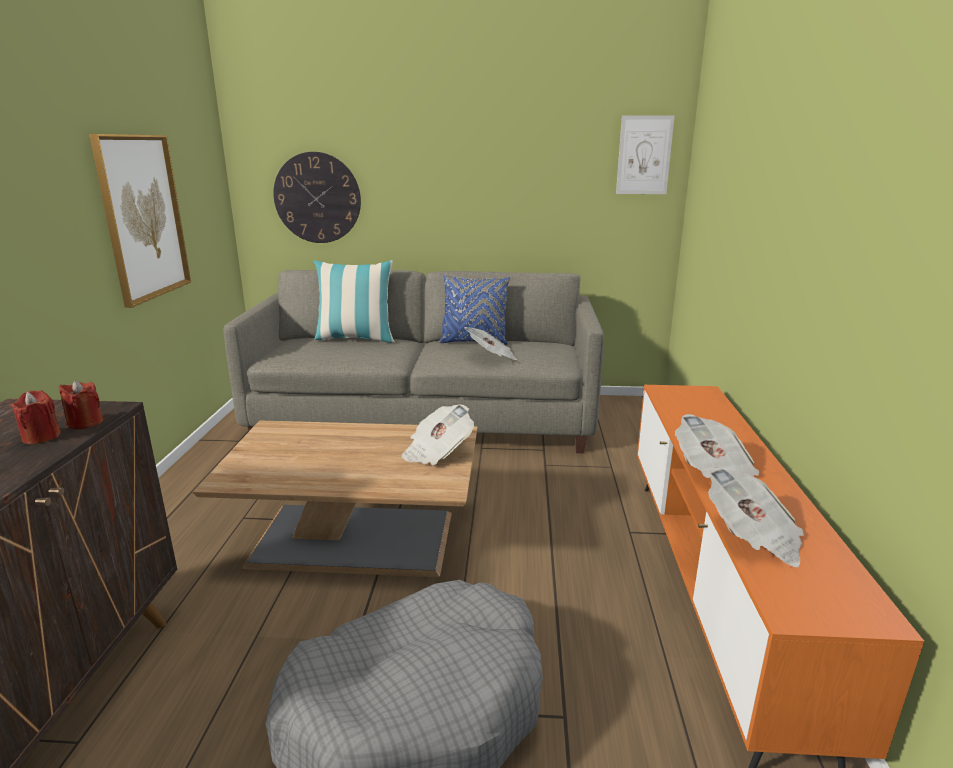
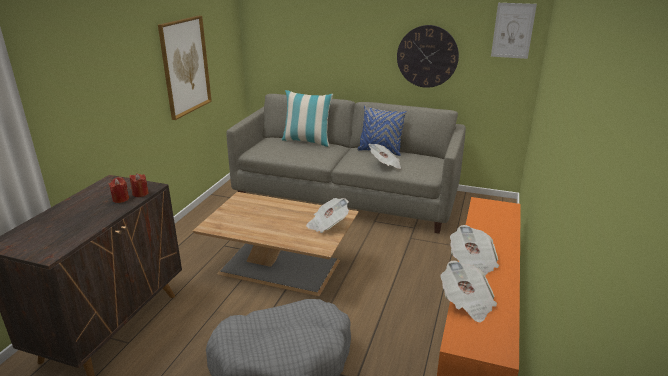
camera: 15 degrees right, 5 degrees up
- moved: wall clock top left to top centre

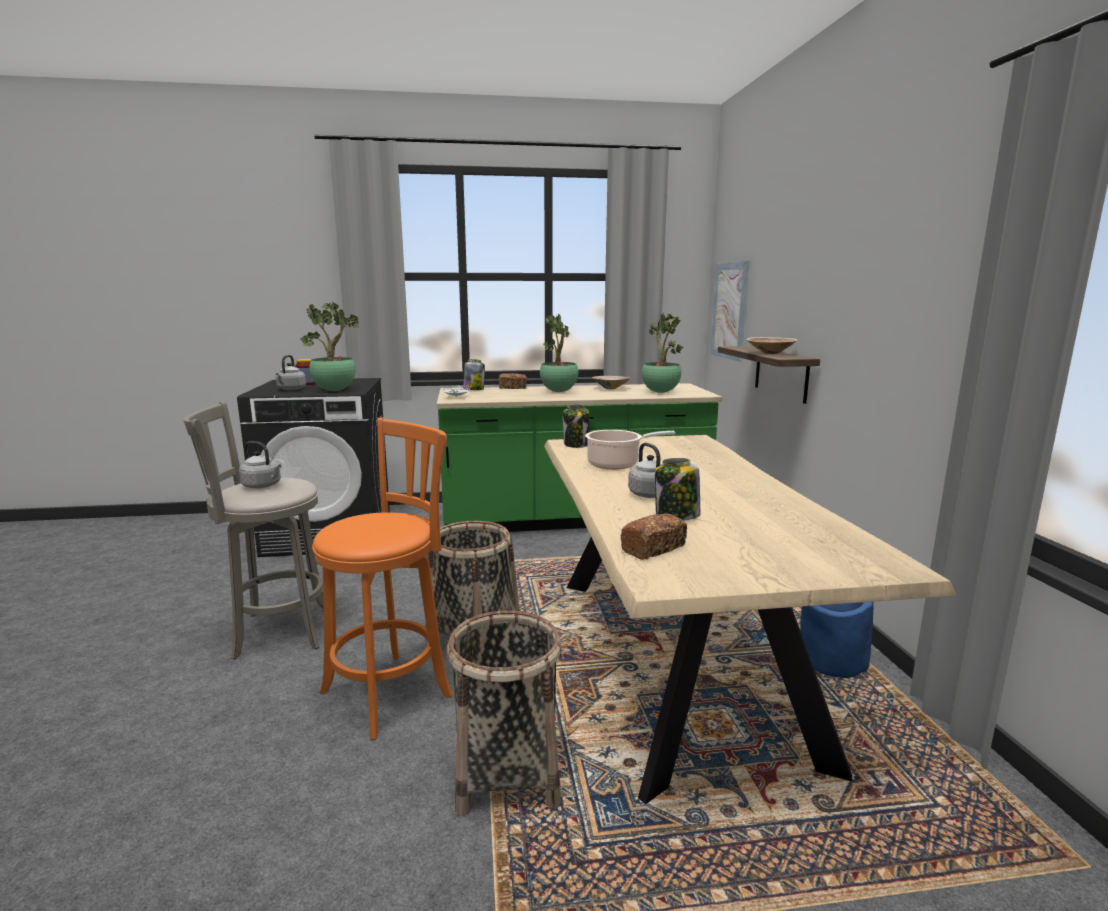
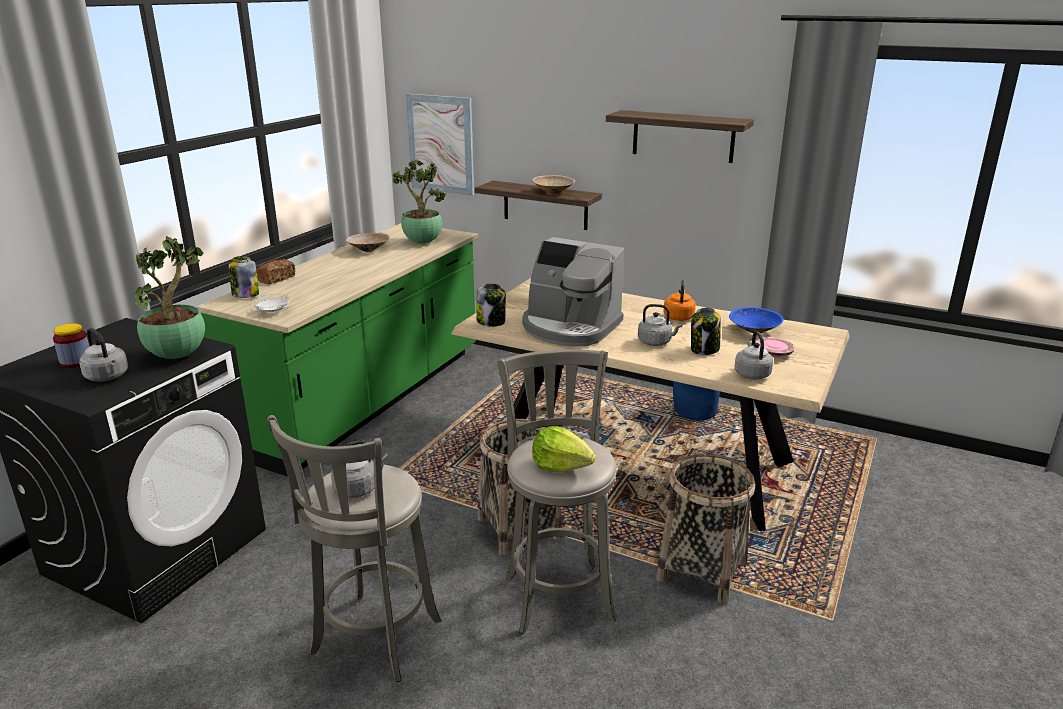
camera: 55 degrees left, 10 degrees up
- removed: potted plant (2nd from left) centre
- added: lettuce centre
- added: shelf (2nd from left) top centre
- added: orange kettle centre
- added: blue bowl middle right
- added: pink plate middle right
- replaced: cooking pot centre to coffee machine centre
- replaced: bread (2nd from left) centre to grey kettle (4th from left) middle right
- recoloured: orange stool centre to grey stool (2nd from left) bottom centre

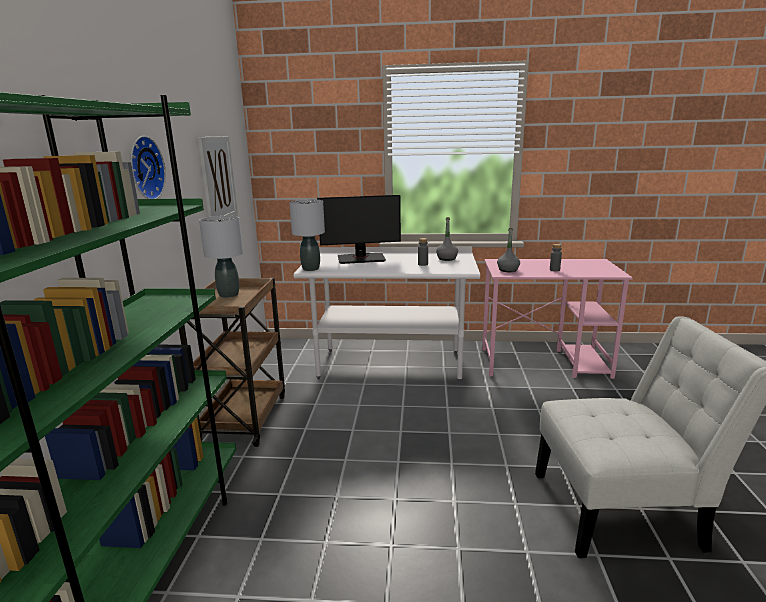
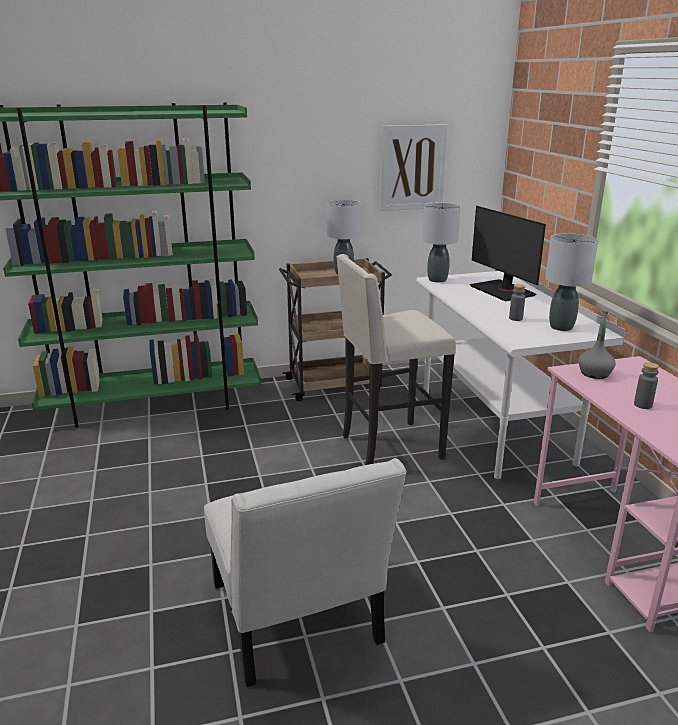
camera: 70 degrees right, 5 degrees up
- removed: wall clock top left
- added: beige stool centre
- replaced: grey bottle (2nd from left) centre to grey table lamp (3rd from left) middle right

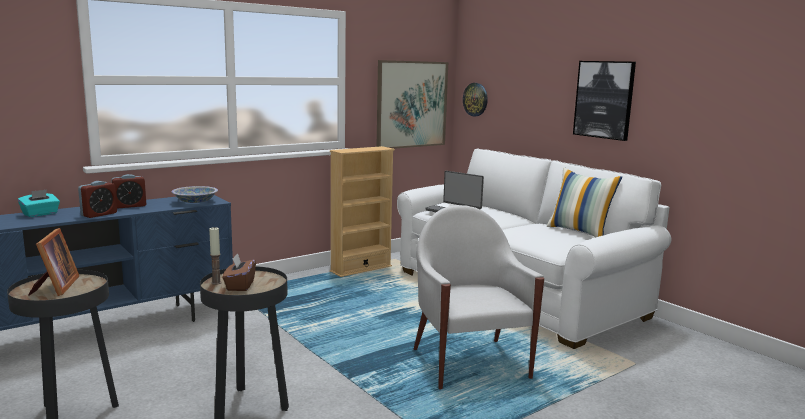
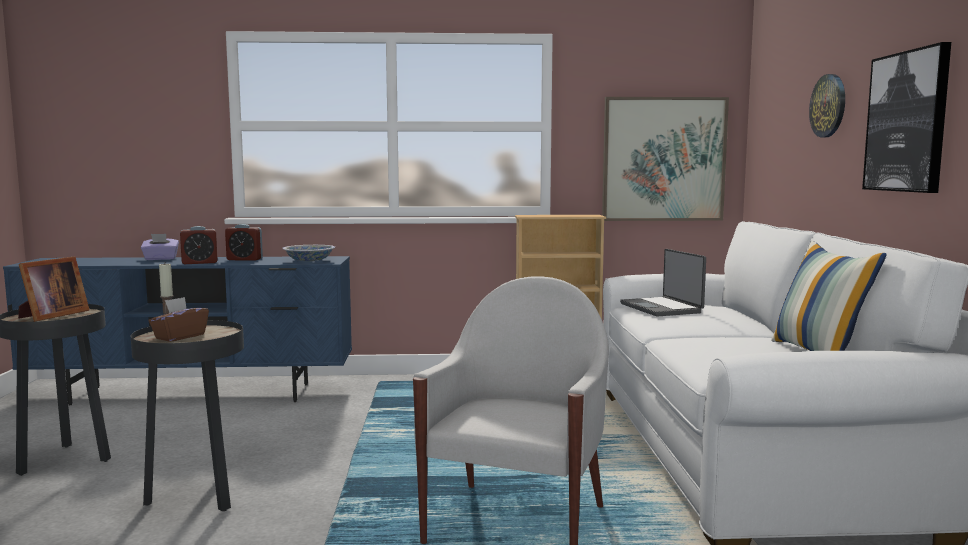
camera: 35 degrees right, 5 degrees down
- moved: wall clock top centre to top right
- recoloured: turquoise tissue box middle left to purple tissue box middle left

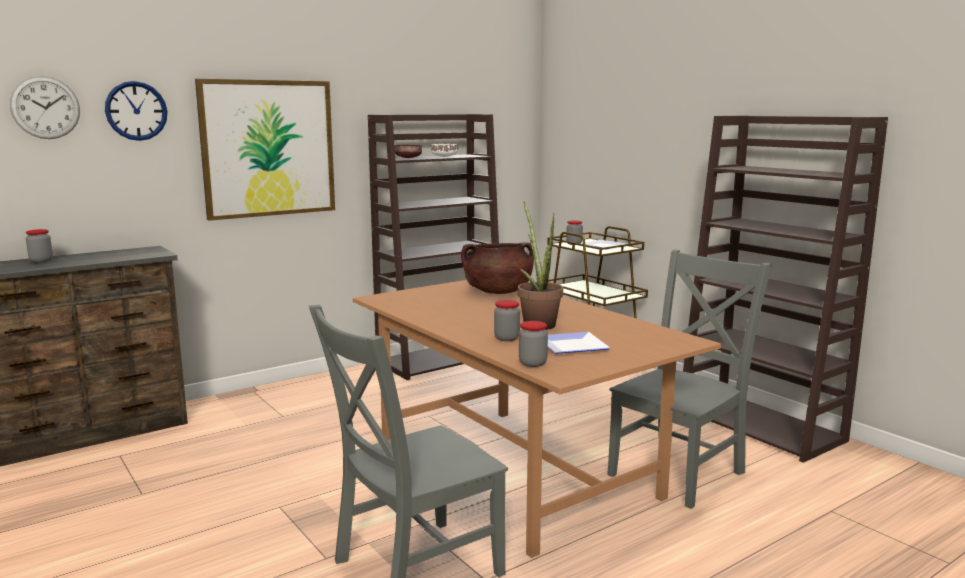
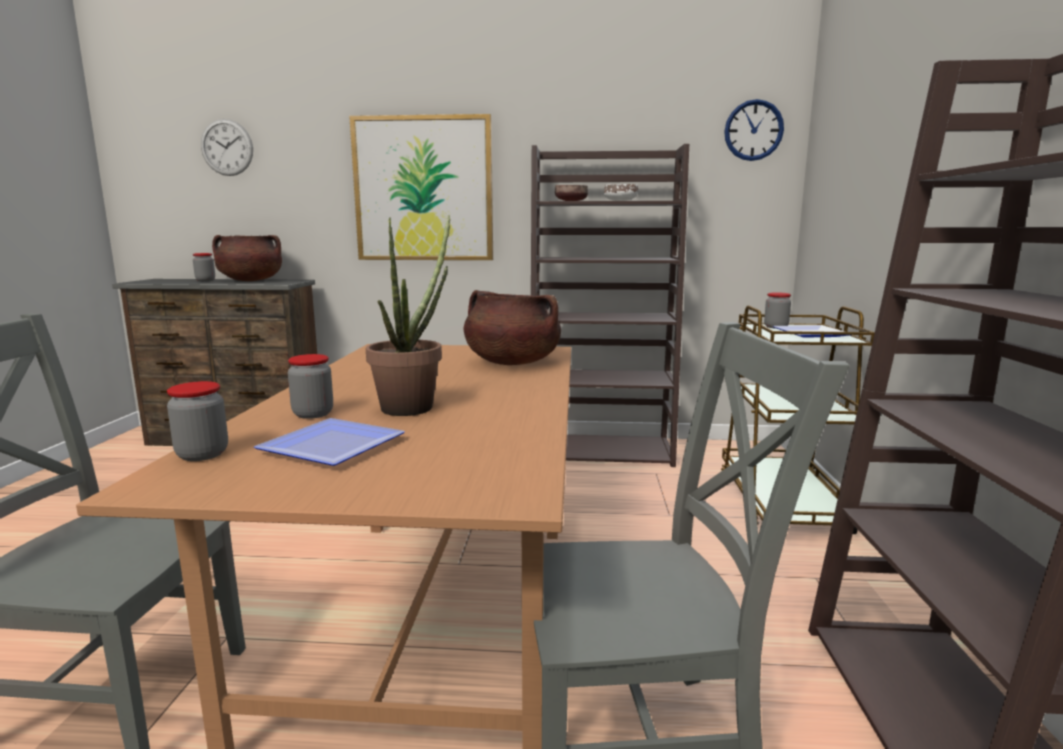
camera: 40 degrees right, 0 degrees up
- added: brown cooking pot (1st from left) middle left
- moved: wall clock (2nd from left) top left to top right

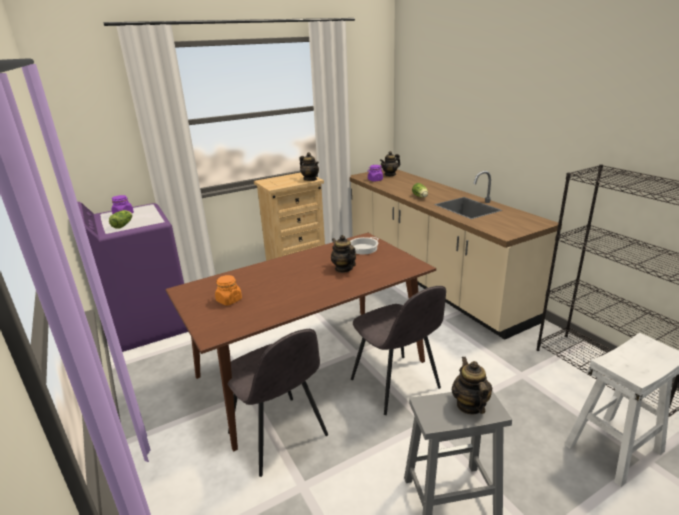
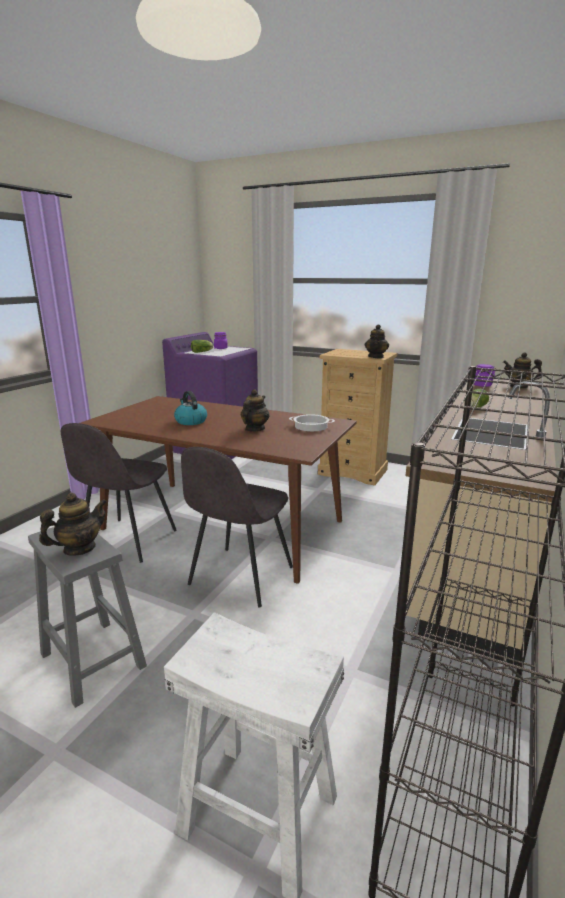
camera: 55 degrees right, 5 degrees down
- removed: orange jar centre
- added: kettle centre

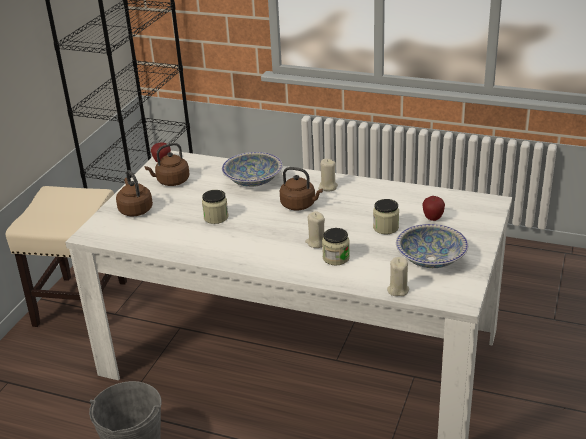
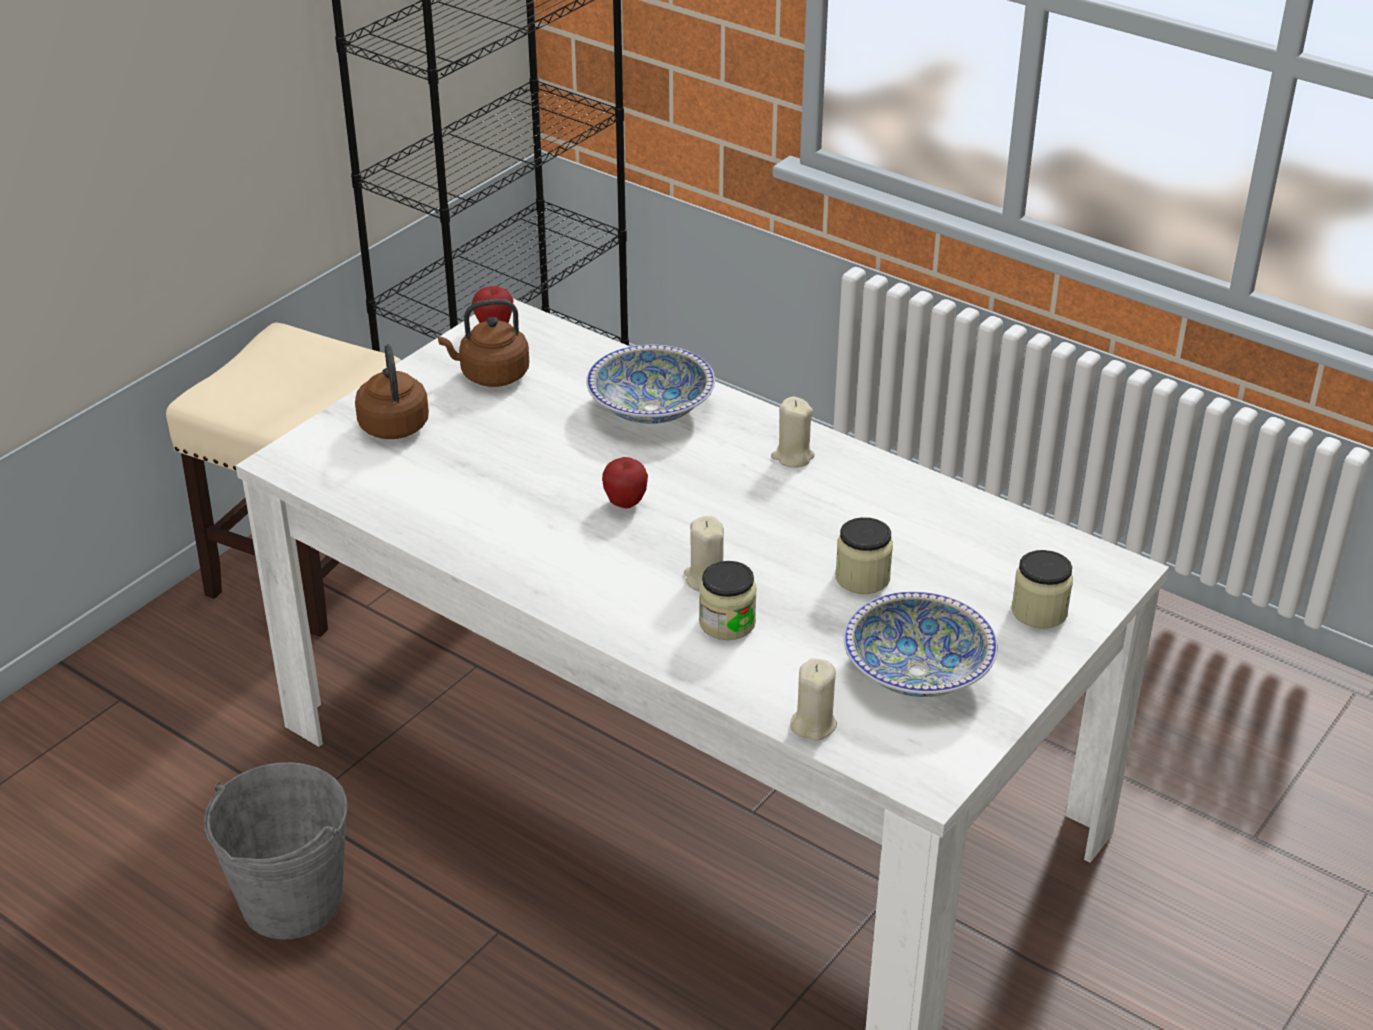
camera: 15 degrees right, 5 degrees up
- removed: brown kettle (3rd from left) centre
- moved: jar (1st from left in the first image) centre to jar (3rd from left) middle right
- moved: apple (2nd from left) middle right to centre

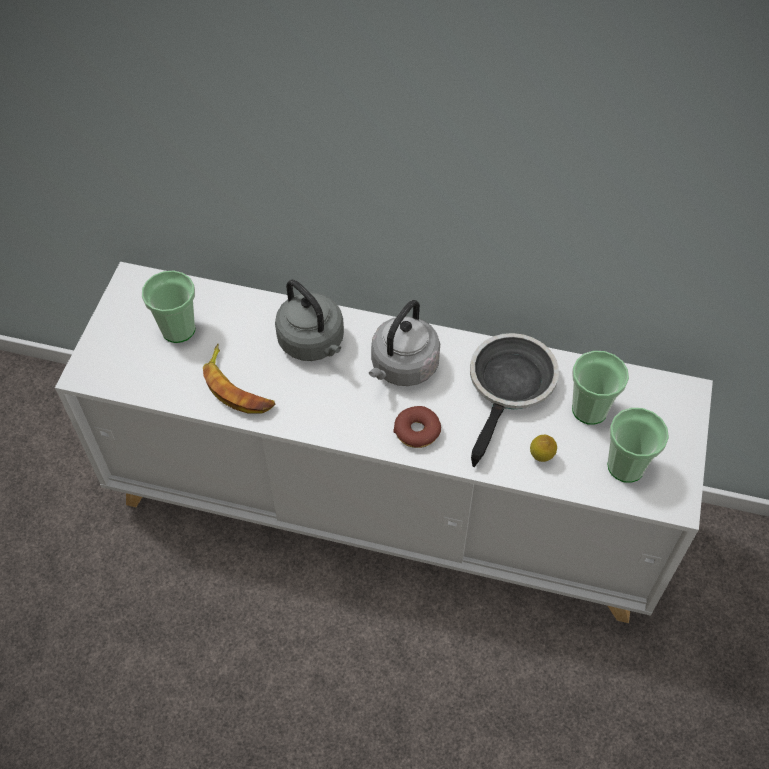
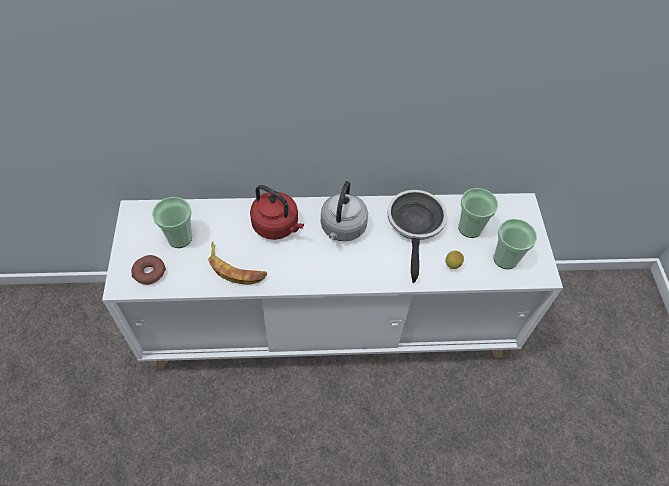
camera: 20 degrees left, 0 degrees up
- moved: donut centre to middle left
- recoloured: grey kettle (1st from left) centre to red kettle centre

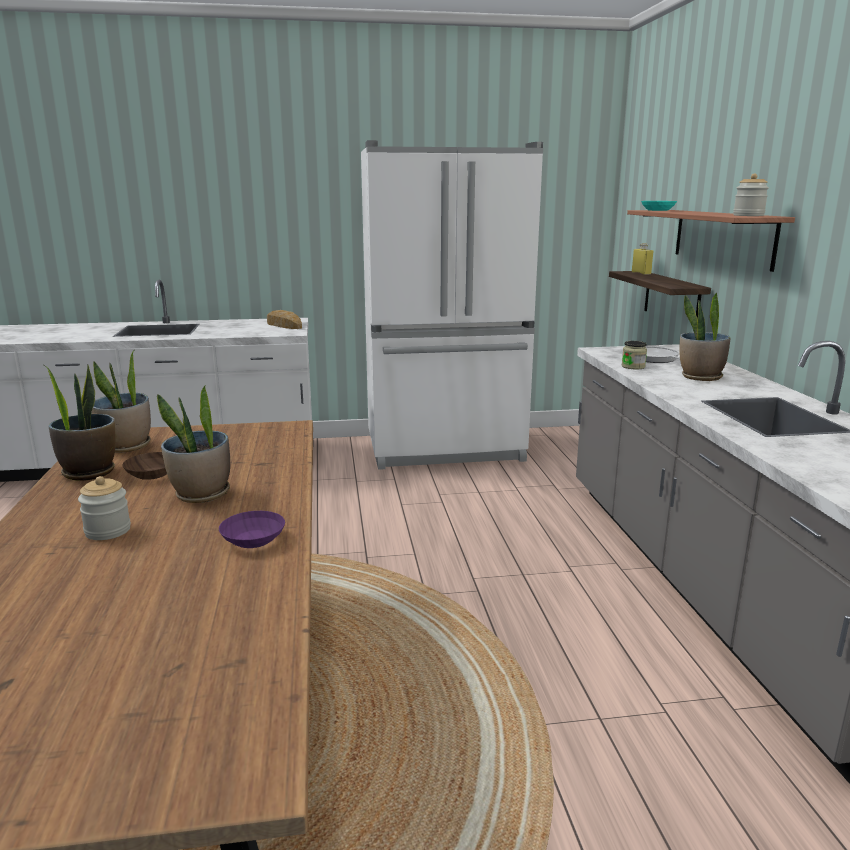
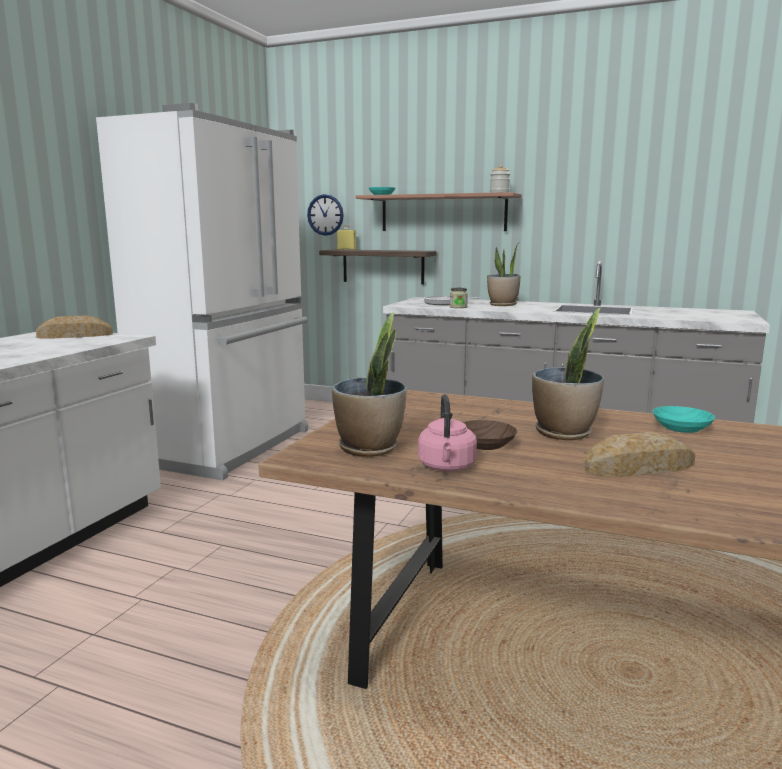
camera: 60 degrees left, 5 degrees down
- added: wall clock top centre
- replaced: potted plant (1st from left) middle left to pink kettle centre
- replaced: jar (1st from left) middle left to bread (2nd from left) middle right
- recoloured: purple bowl middle left to turquoise bowl (2nd from left) middle right

